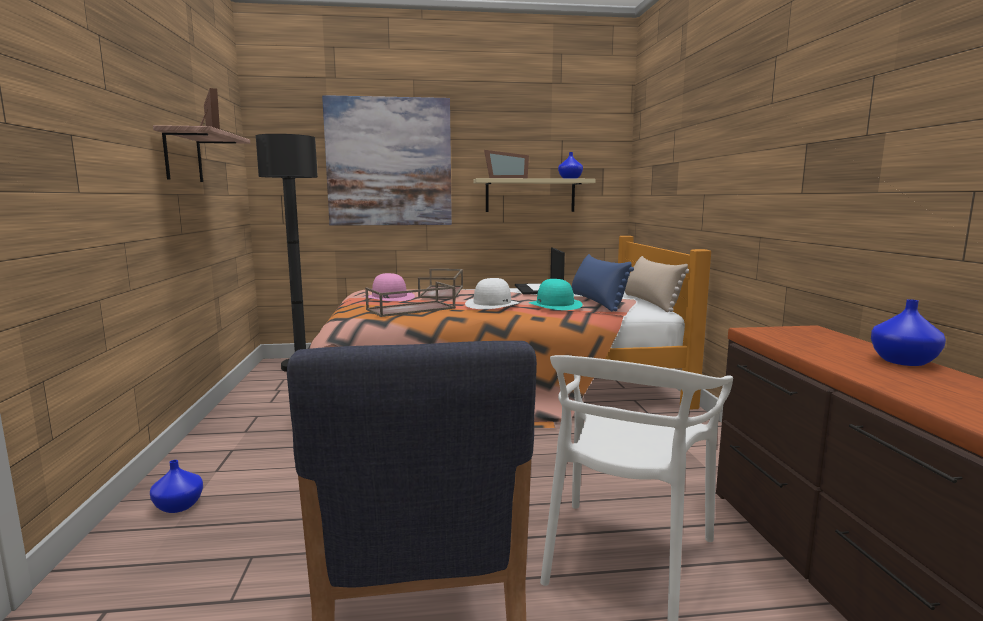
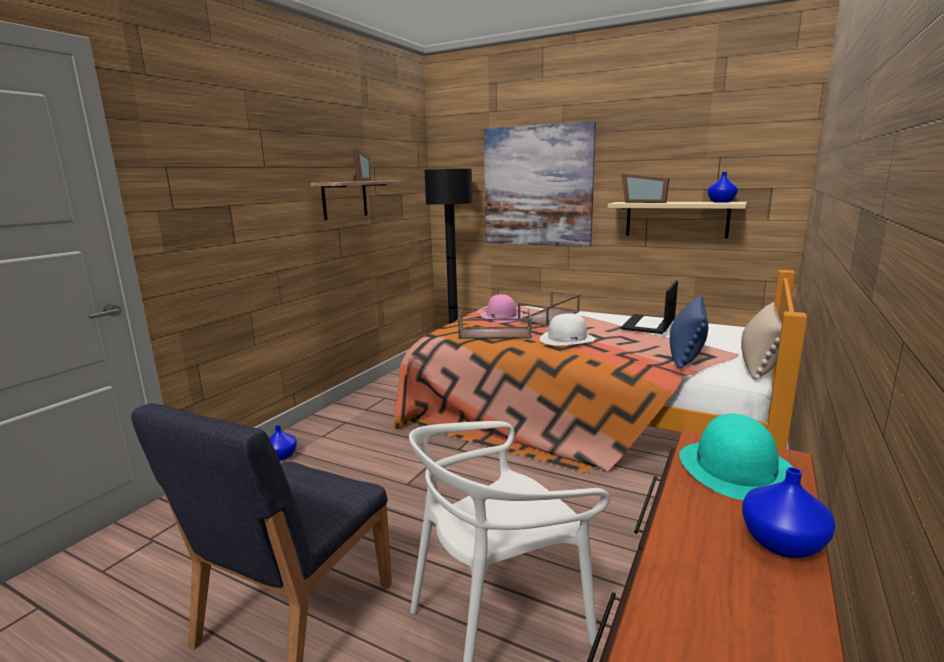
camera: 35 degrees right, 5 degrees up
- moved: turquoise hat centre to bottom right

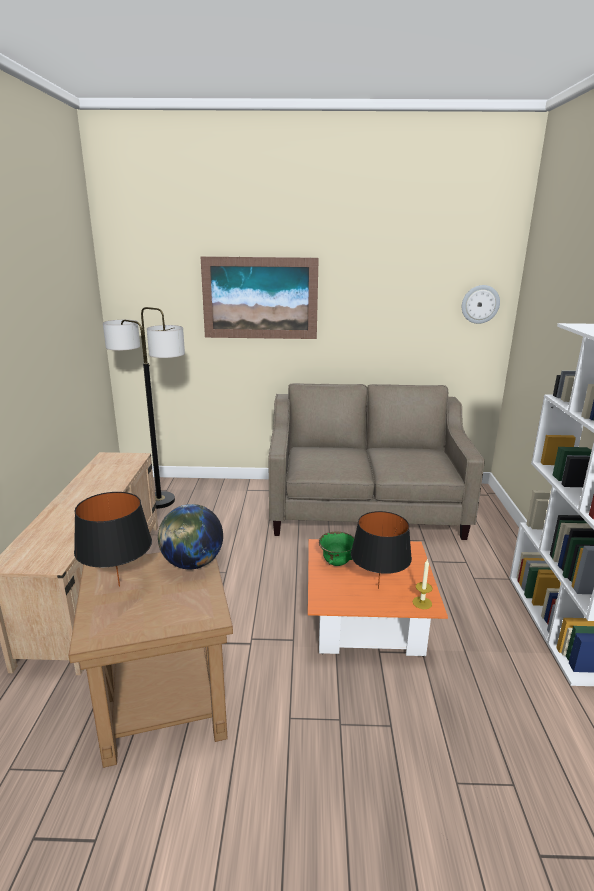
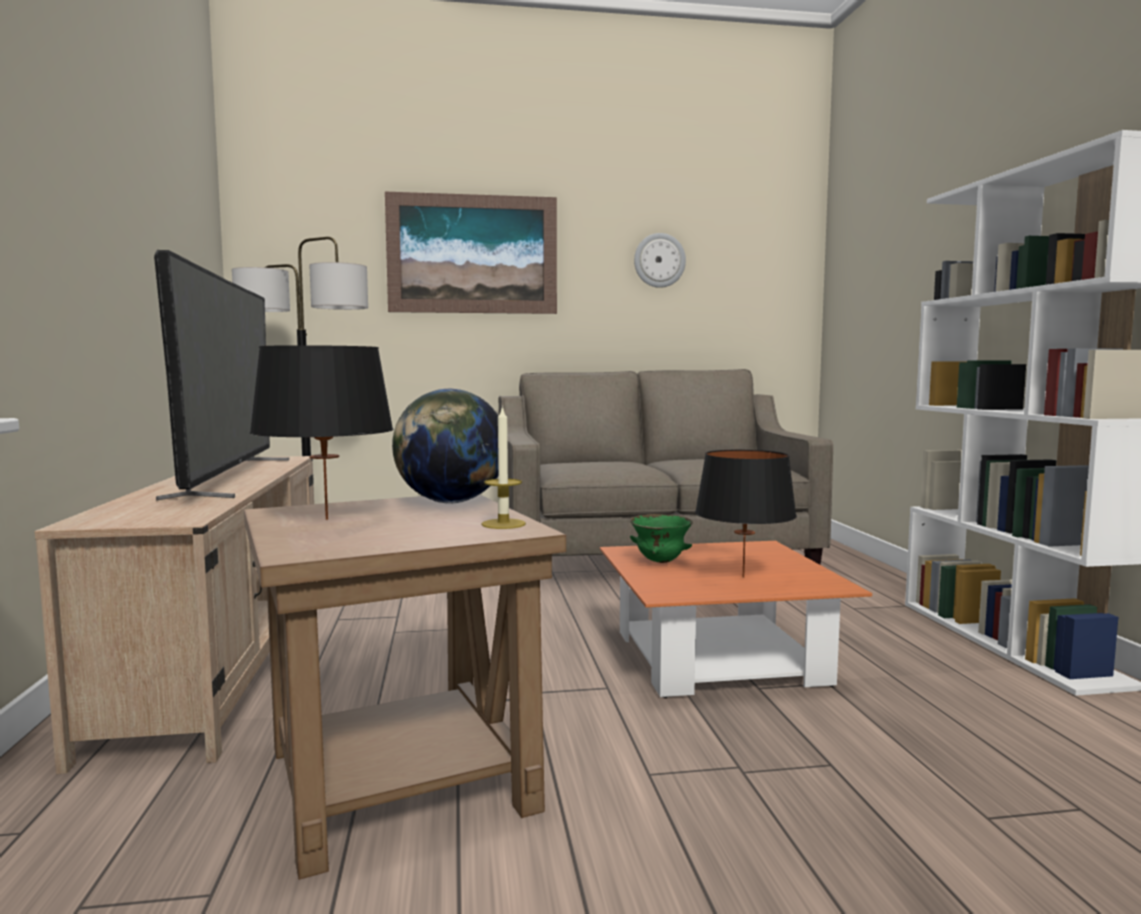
camera: 10 degrees left, 15 degrees down
- added: television middle left
- moved: candle middle right to centre
- moved: wall clock middle right to top centre

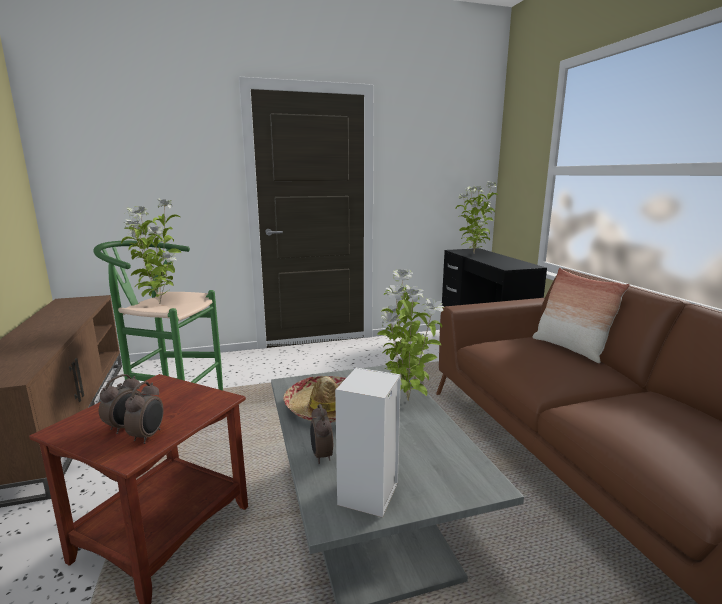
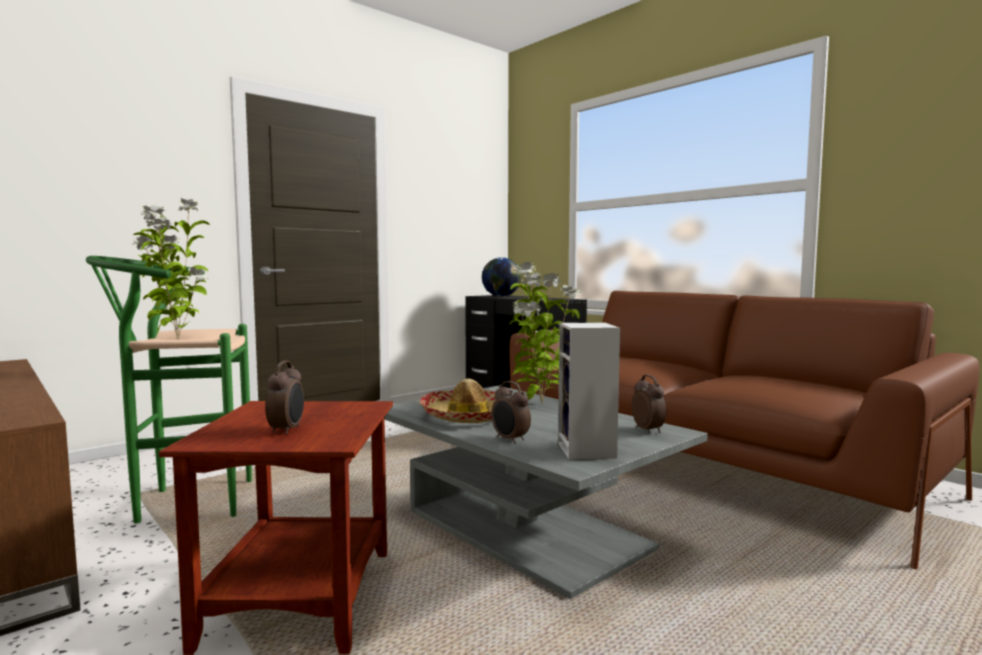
camera: 25 degrees left, 10 degrees down
- removed: pillow middle right
- moved: alarm clock (2nd from left in the first image) bottom left to alarm clock (3rd from left) centre
- replaced: potted plant (3rd from left) centre to globe centre

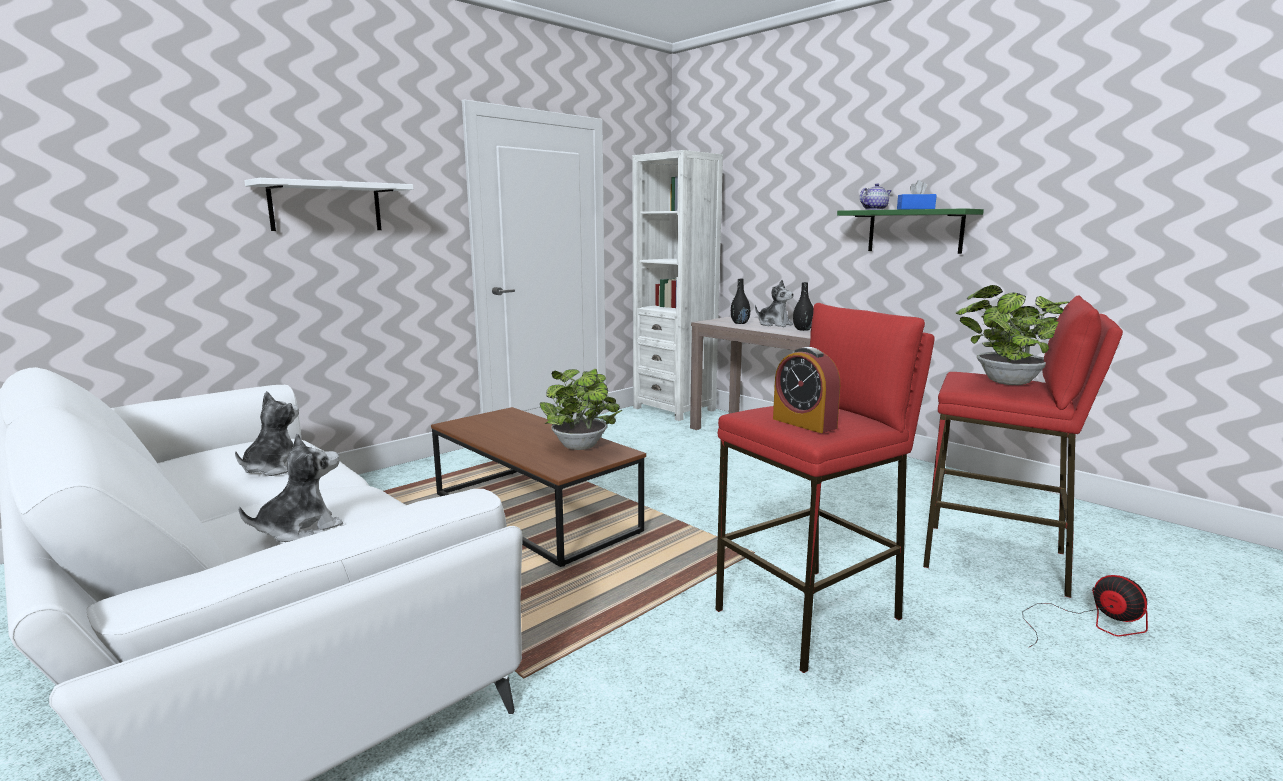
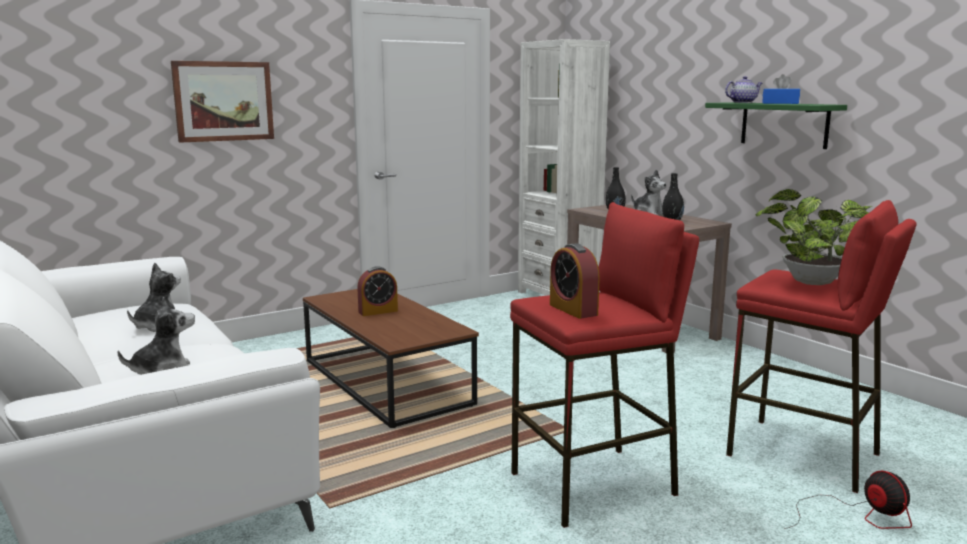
camera: 10 degrees right, 0 degrees up
- removed: potted plant (1st from left) centre
- added: alarm clock (1st from left) centre
- replaced: white shelf top left to picture top left

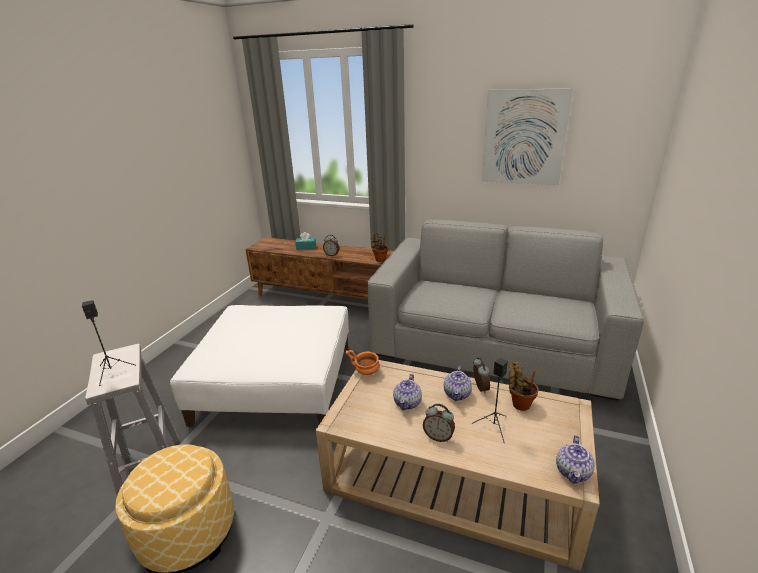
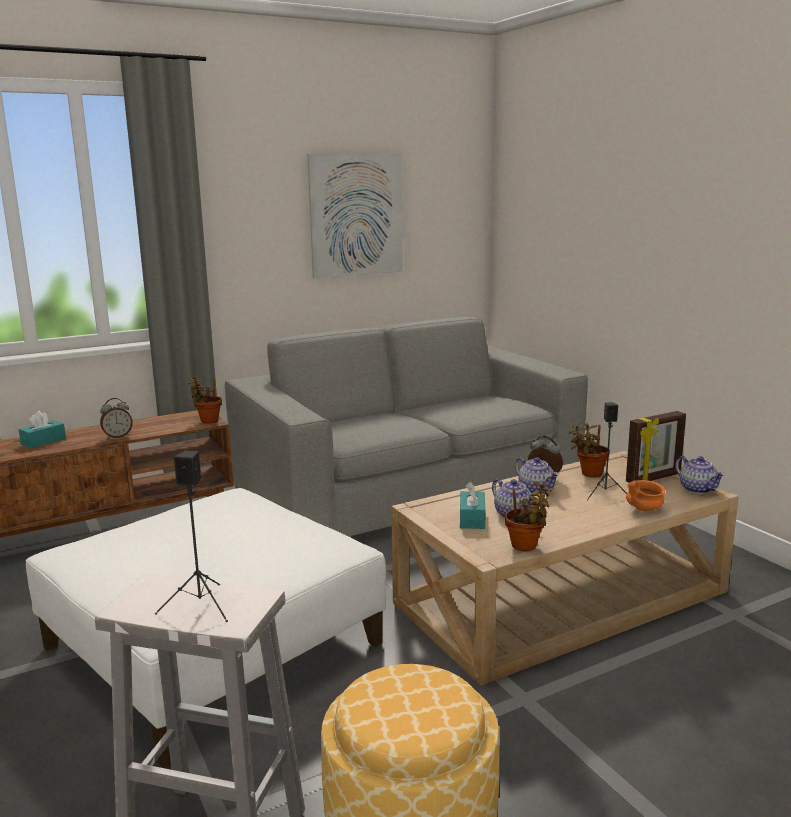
camera: 50 degrees left, 10 degrees down
- removed: alarm clock (2nd from left) bottom centre
- added: turquoise tissue box (2nd from left) centre
- added: potted plant (2nd from left) middle right
- added: picture frame middle right
- moved: orange bowl centre to middle right

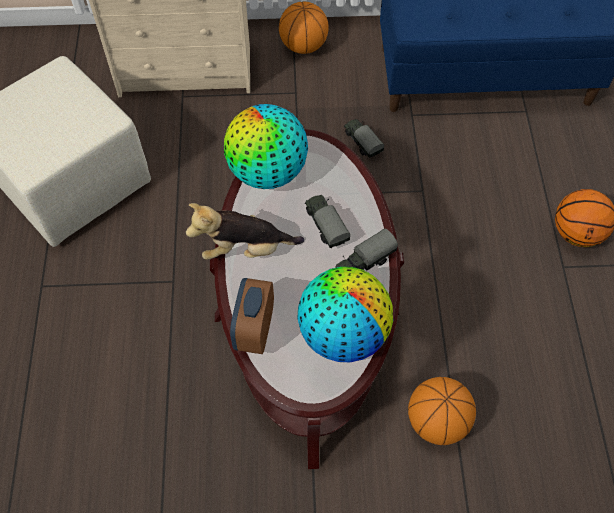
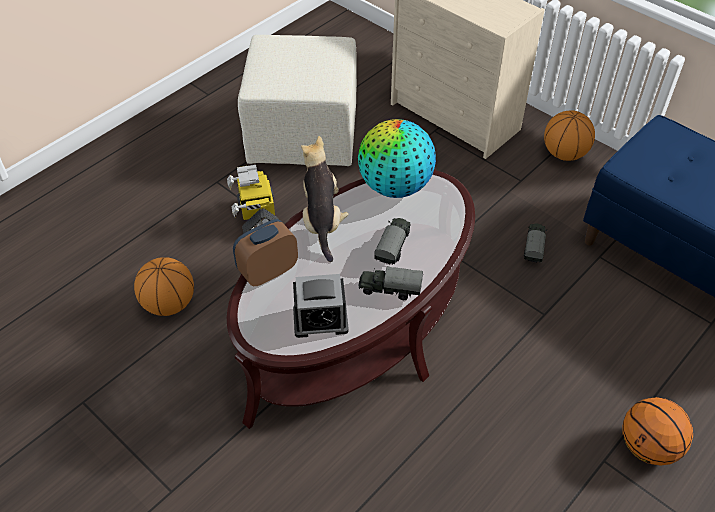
camera: 45 degrees right, 10 degrees down
- added: toy robot centre
- moved: basketball (2nd from left in the first image) bottom right to basketball (1st from left) middle left
- replaced: globe (2nd from left) centre to alarm clock (2nd from left) centre
- turned: plush toy centre = centre 45 degrees clockwise

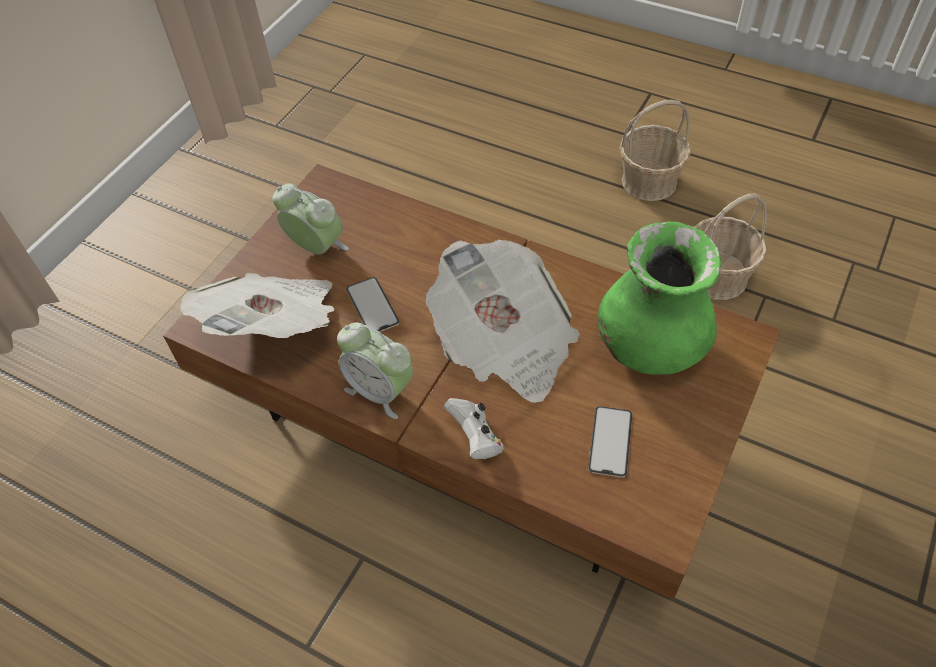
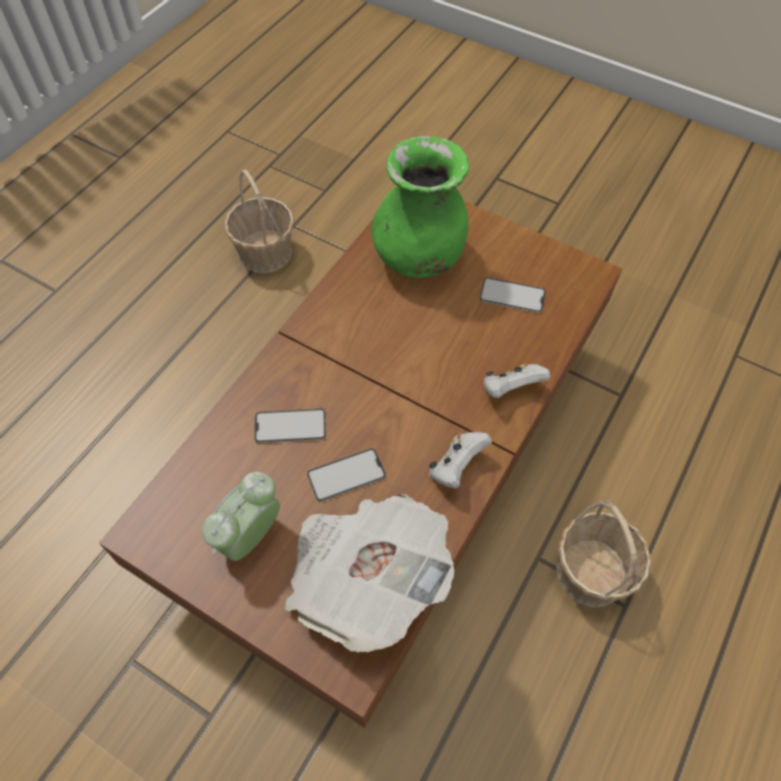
camera: 90 degrees left, 5 degrees up
- removed: newspaper (2nd from left) centre
- added: phone (1st from left) centre
- moved: basket (1st from left in the first image) top right to basket (2nd from left) bottom right
- replaced: alarm clock (2nd from left) centre to white game controller (1st from left) centre

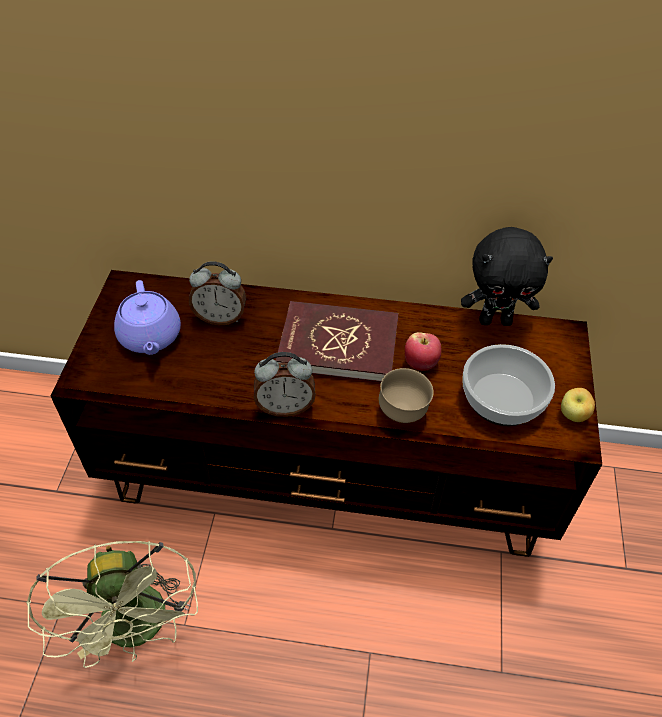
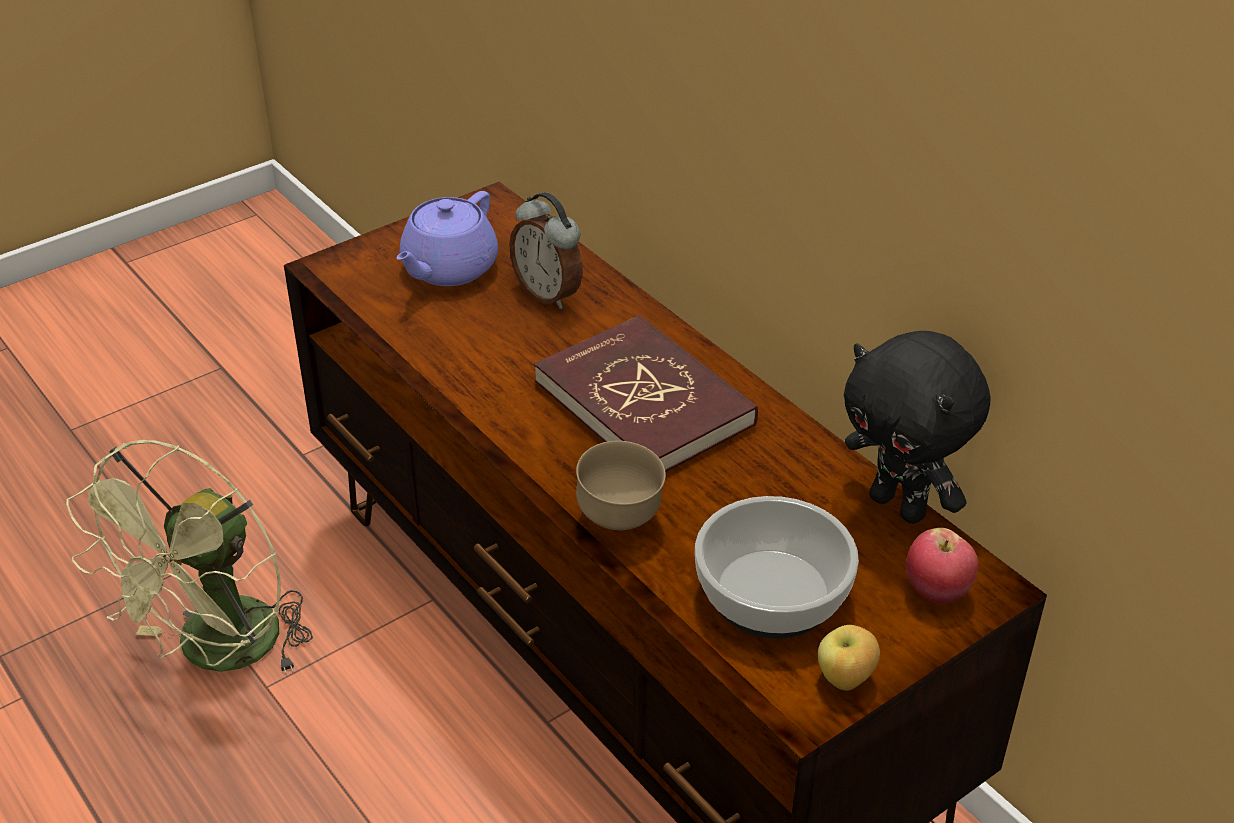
camera: 45 degrees right, 10 degrees down
- removed: alarm clock (2nd from left) centre
- moved: apple (1st from left in the first image) centre to apple (2nd from left) bottom right

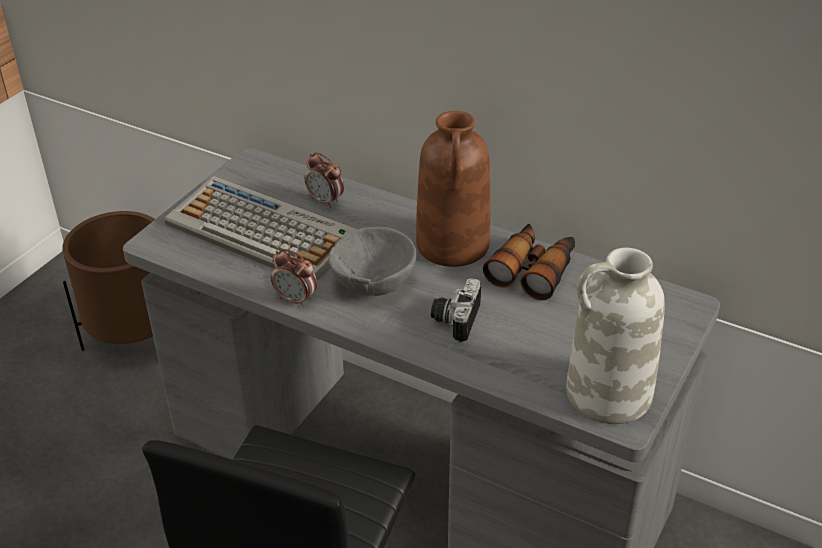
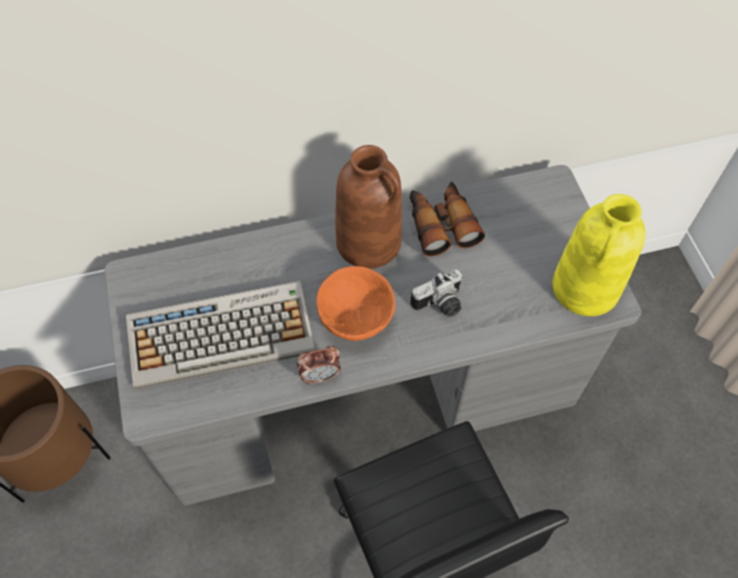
camera: 45 degrees left, 20 degrees up
- removed: alarm clock (2nd from left) top centre
- recoloured: grey bowl centre to orange bowl centre
- recoloured: white vase middle right to yellow vase middle right
- turned: photo camera centre = centre 90 degrees counterclockwise

